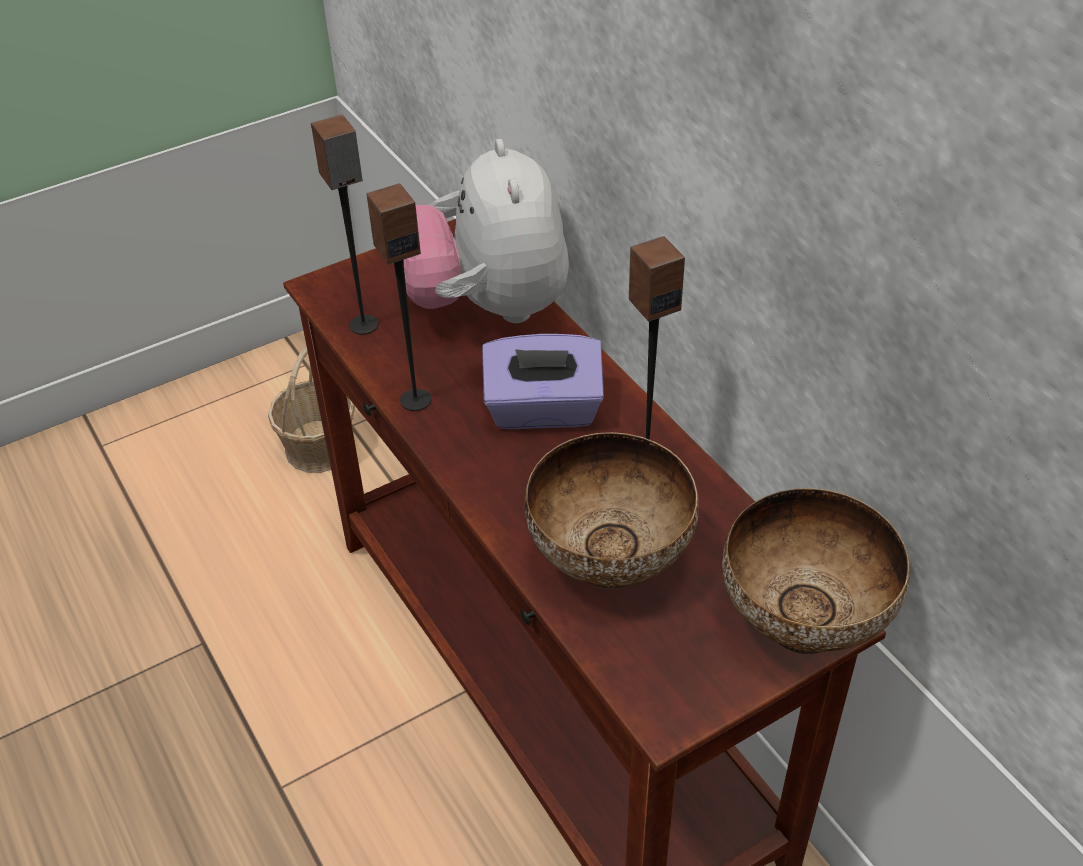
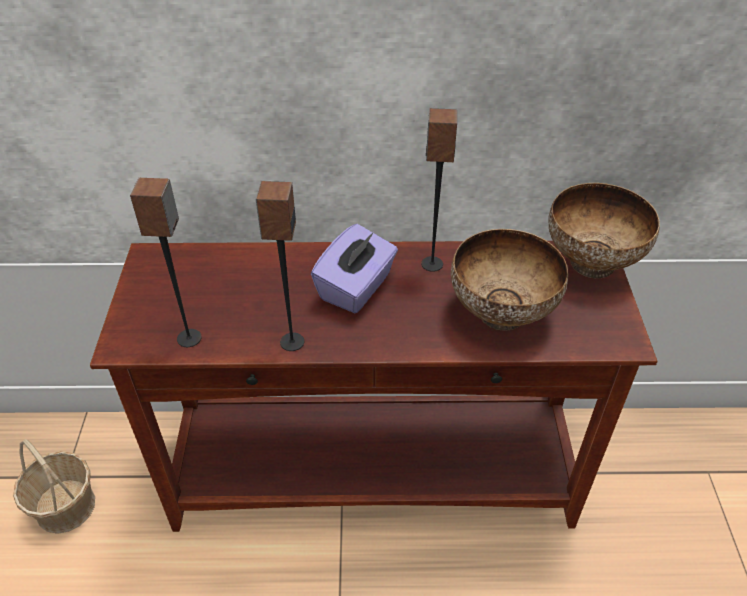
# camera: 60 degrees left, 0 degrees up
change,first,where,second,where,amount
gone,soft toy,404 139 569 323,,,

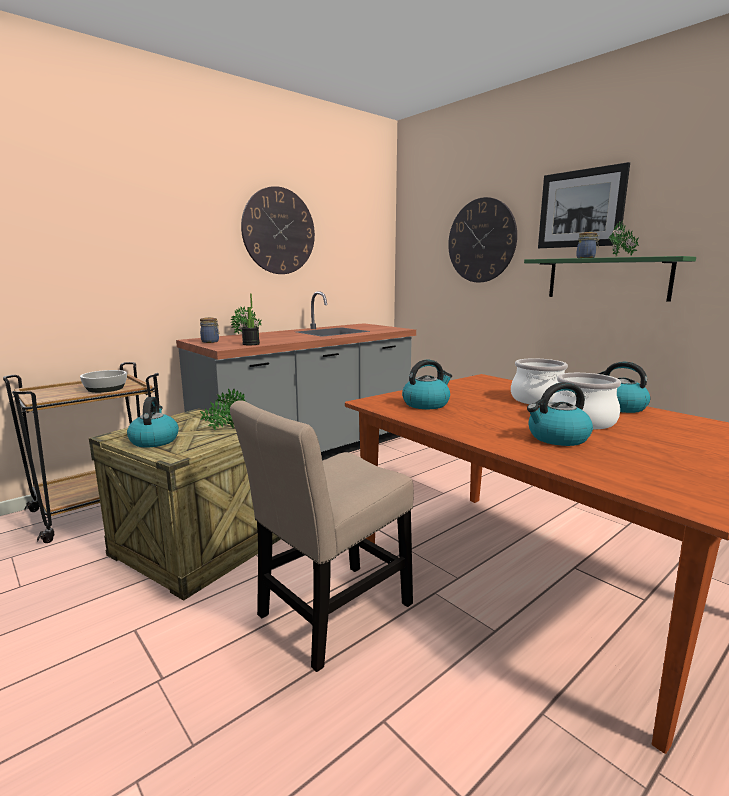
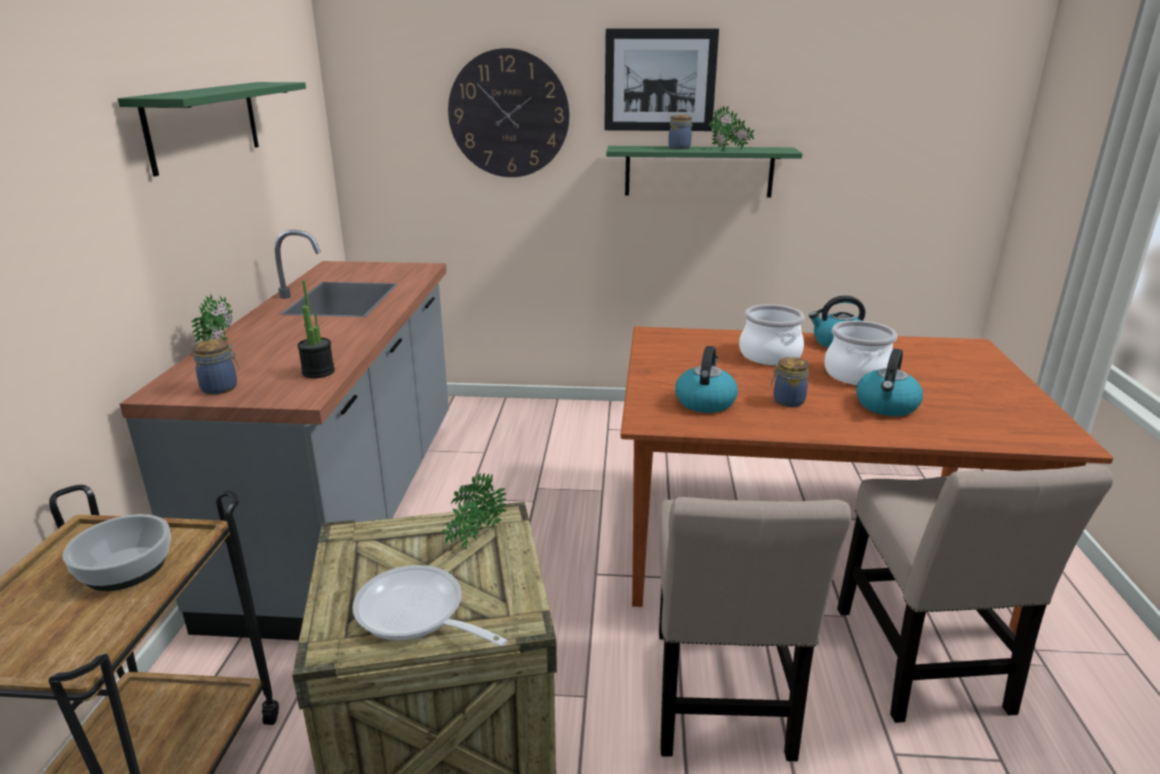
# camera: 45 degrees left, 10 degrees up
change,first,where,second,where,amount
swapped,clock on the wall,241 186 315 274,green wall shelf,118 82 306 176,
swapped,tea kettle,127 397 179 448,frying pan,353 565 507 646,
new,,,jar,771 357 809 407,
new,,,beige chair,837 465 1113 723,

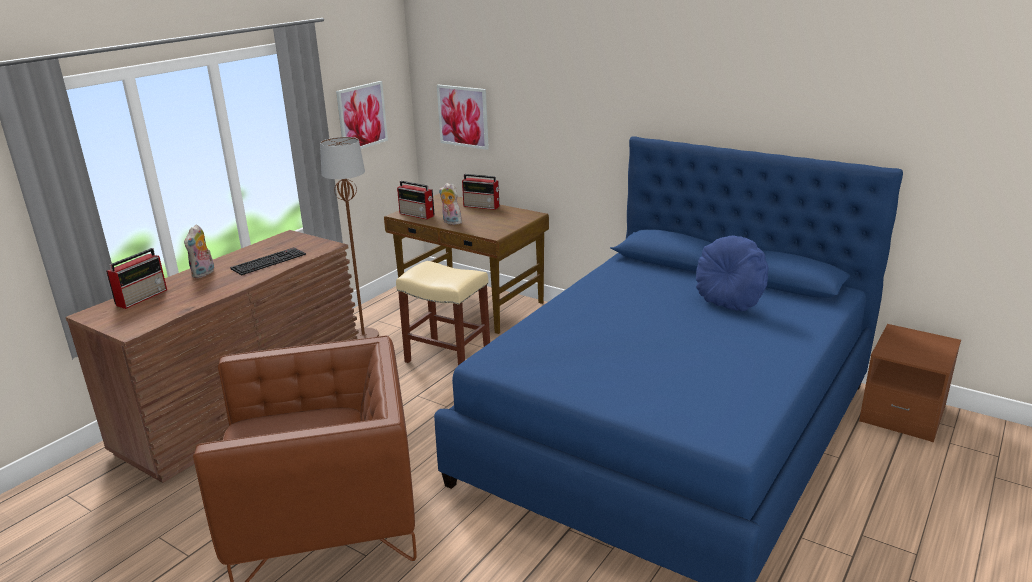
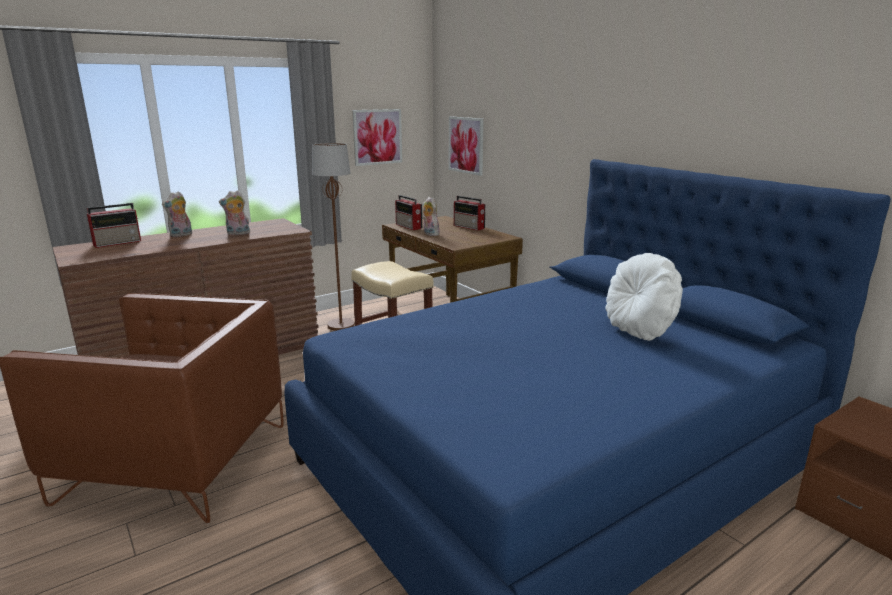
# camera: 20 degrees right, 5 degrees down
change,first,where,second,where,amount
swapped,PC keyboard,230 247 306 275,soft toy,219 190 252 235,
repainted,bluish throw pillow,696 235 768 311,white-coloured throw pillow,605 253 683 341,

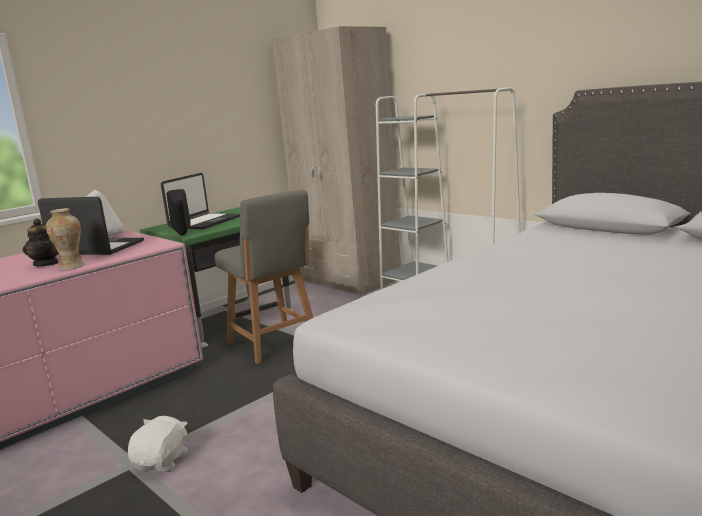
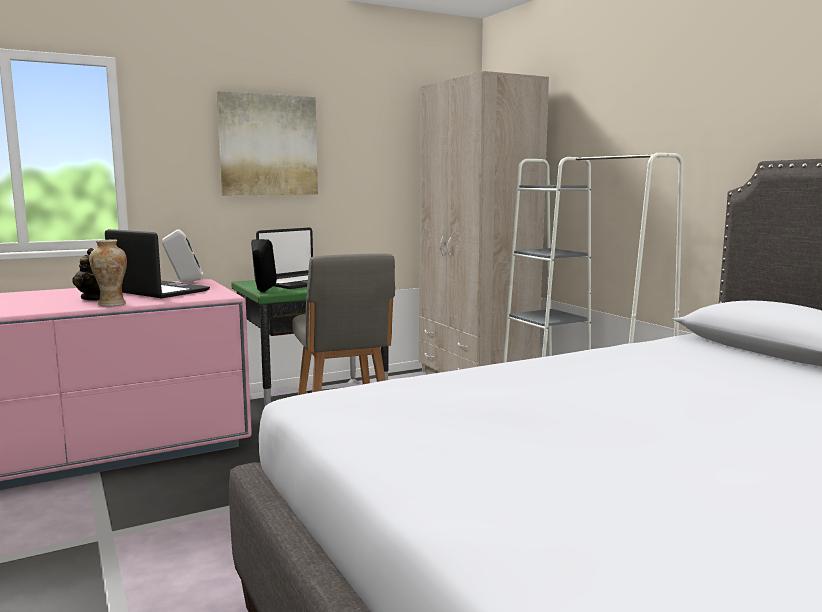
# camera: 15 degrees right, 5 degrees down
change,first,where,second,where,amount
new,,,wall picture,217 91 318 195,
gone,white-coloured soft toy,128 416 188 472,,,

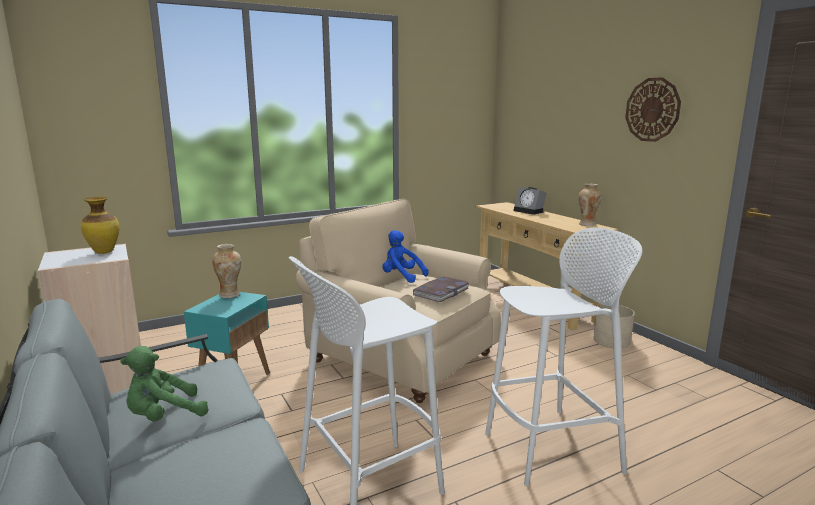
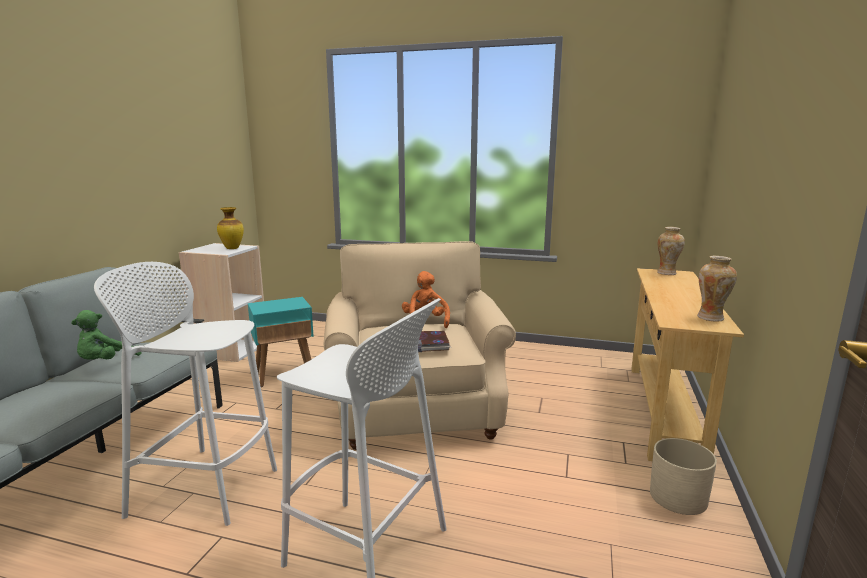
# camera: 45 degrees right, 0 degrees up
change,first,where,second,where,amount
rotated,green soft toy,120 346 209 421,,71 310 142 360,75 degrees counterclockwise
repainted,bluish soft toy,383 230 428 283,orangey soft toy,402 271 450 328,
shifted,vase,212 244 241 298,,657 227 685 275,
gone,table clock,513 187 547 215,,,
gone,clock on the wall,625 77 681 142,,,

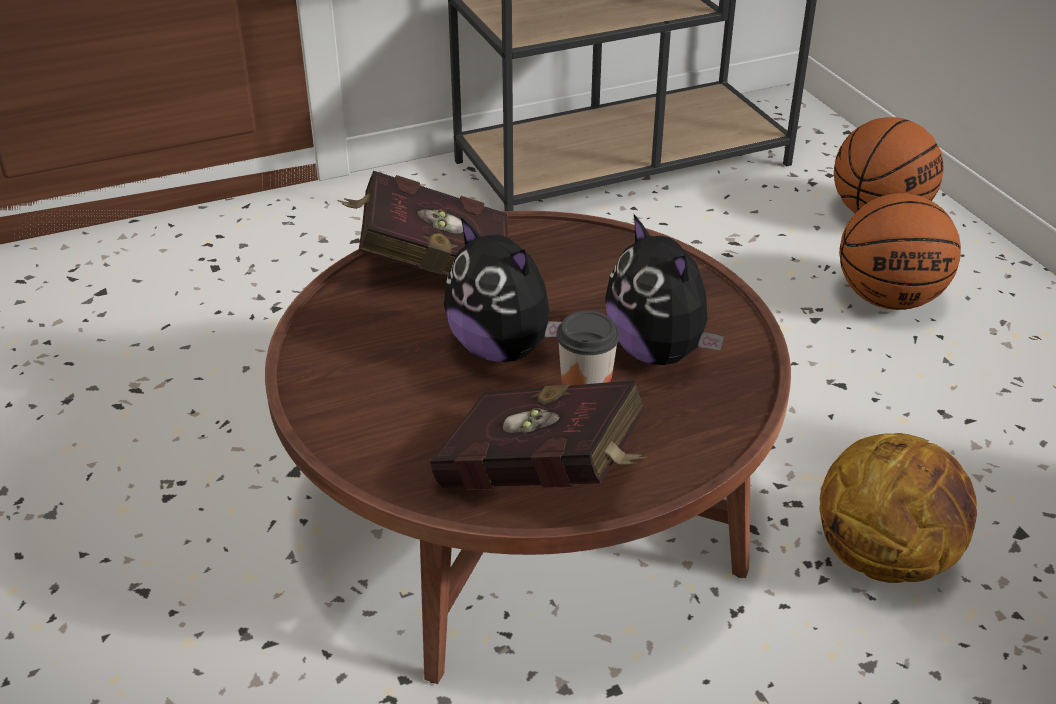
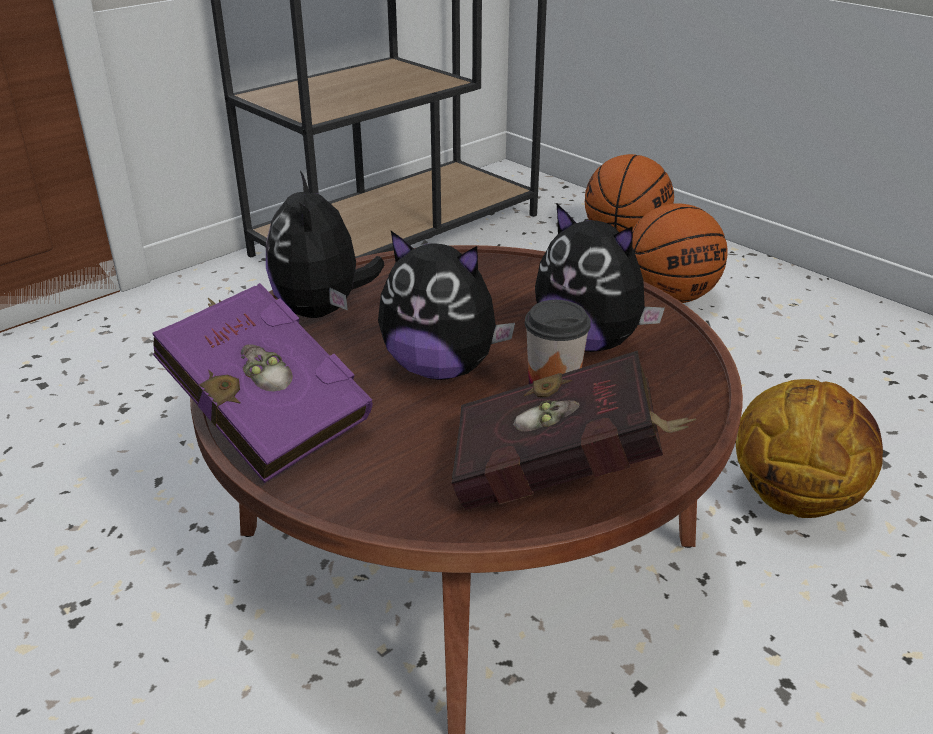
# camera: 20 degrees left, 5 degrees down
change,first,where,second,where,amount
new,,,purple-coloured book,153 283 373 483,
swapped,reddish book,337 171 508 277,soft toy,266 171 384 318,

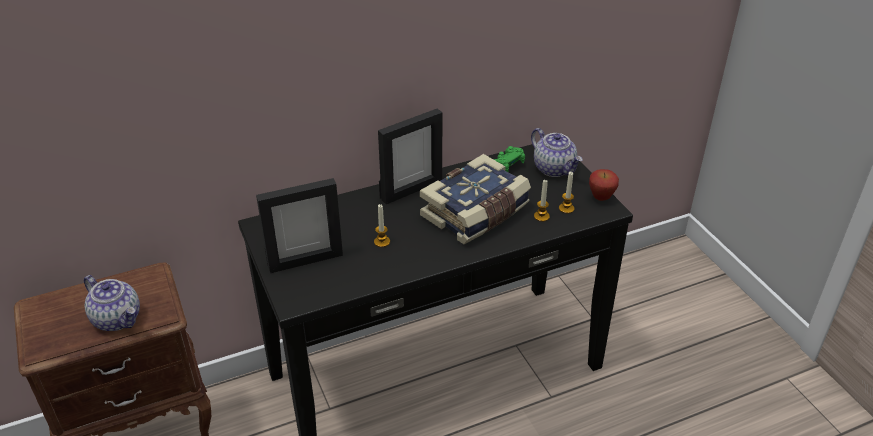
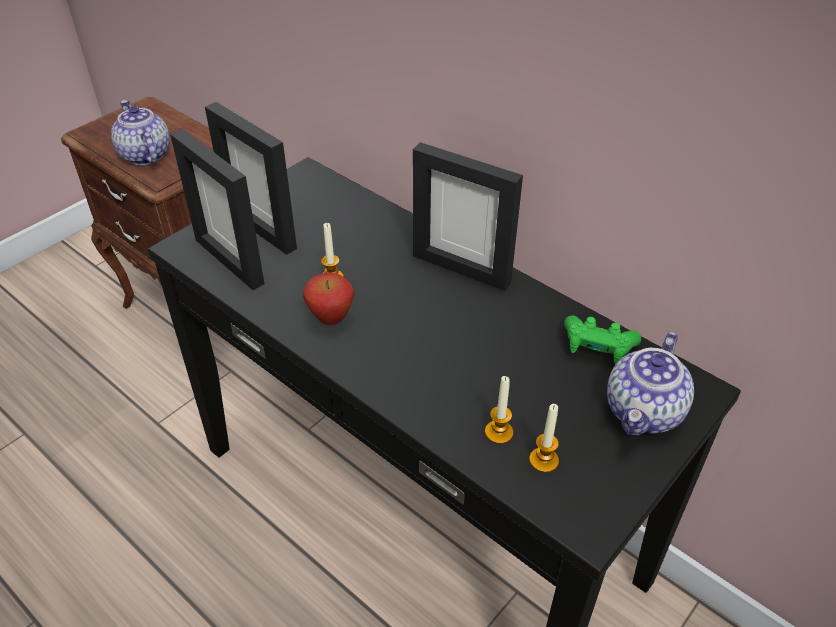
# camera: 65 degrees right, 5 degrees up
change,first,where,second,where,amount
rotated,teapot,84 275 140 331,,111 100 170 165,135 degrees clockwise
new,,,standing frame,170 129 265 290,
shifted,apple fruit,589 169 619 201,,303 273 354 325,
gone,book,420 154 531 244,,,

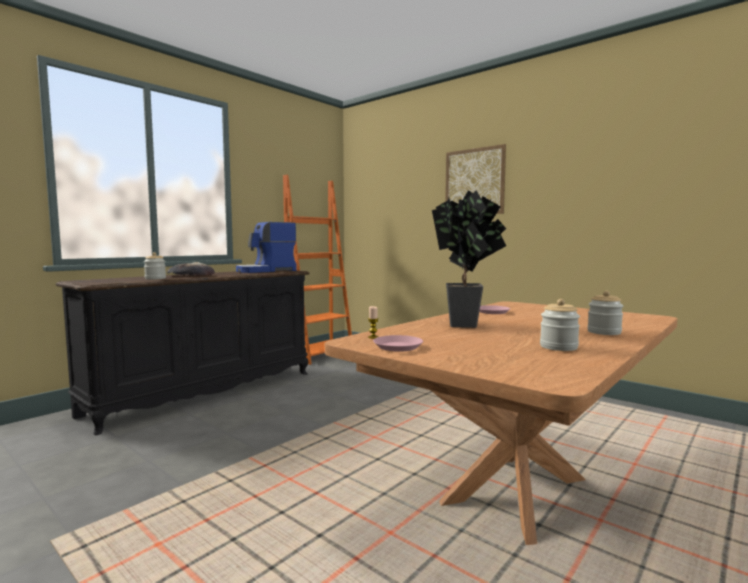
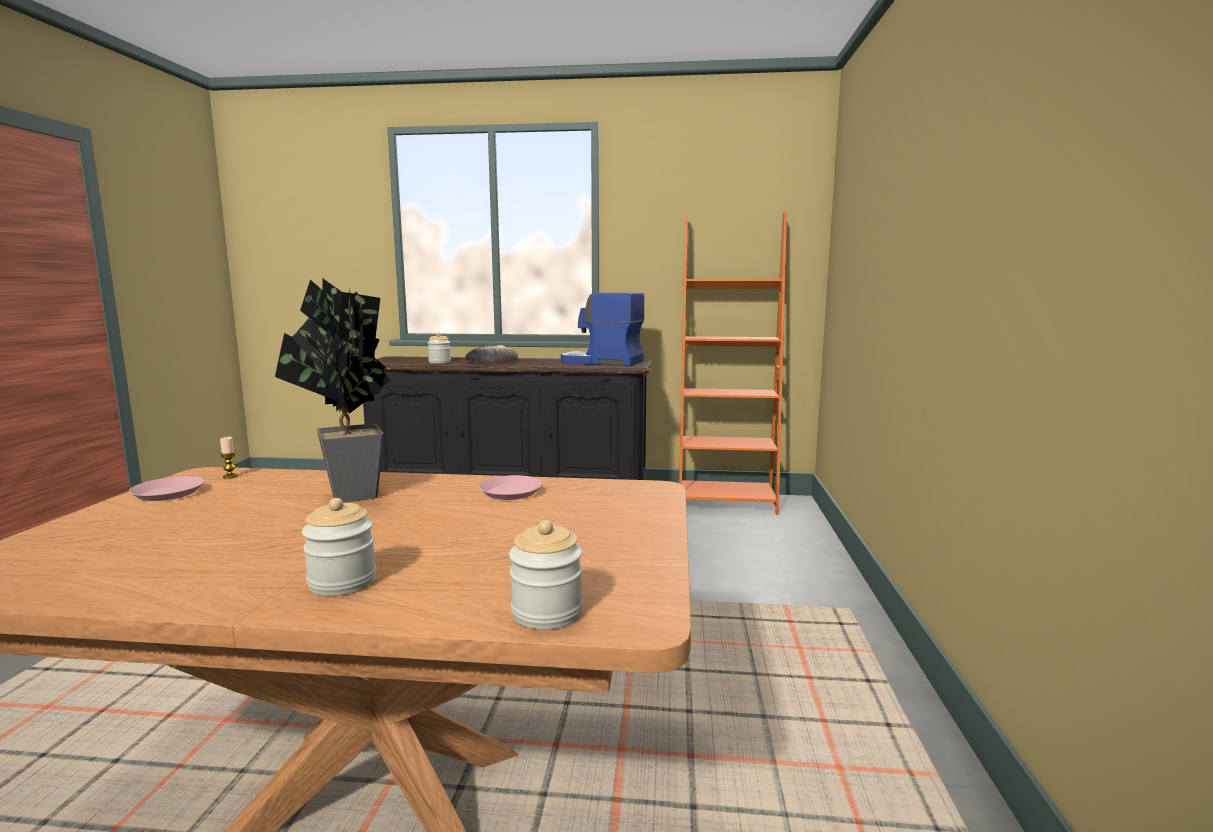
# camera: 55 degrees right, 5 degrees up
change,first,where,second,where,amount
shifted,jar,540 299 580 351,,509 520 583 629,
gone,wall picture,445 144 506 214,,,

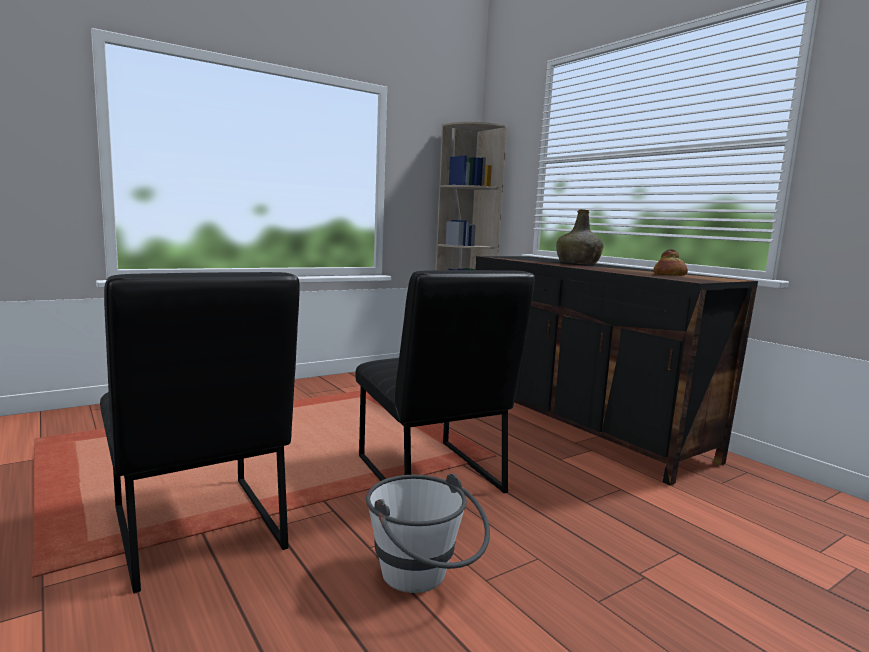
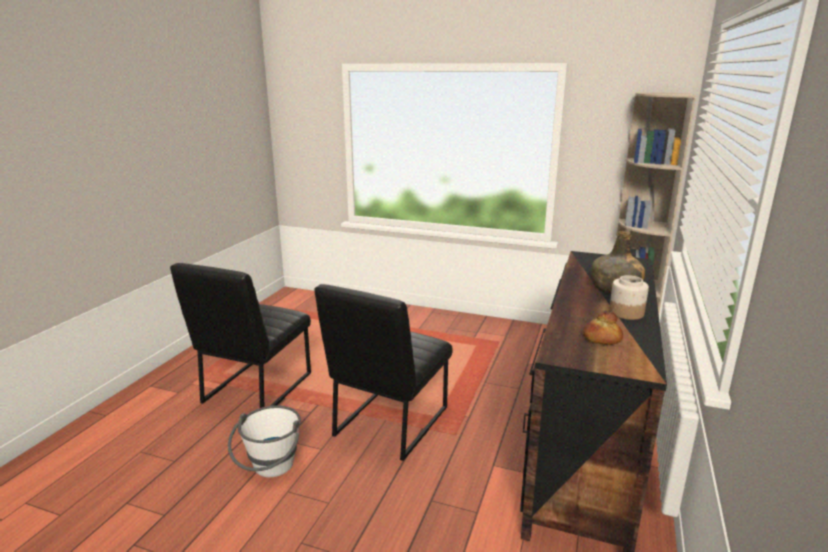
# camera: 55 degrees right, 10 degrees up
change,first,where,second,where,amount
new,,,jar,609 275 649 320,

